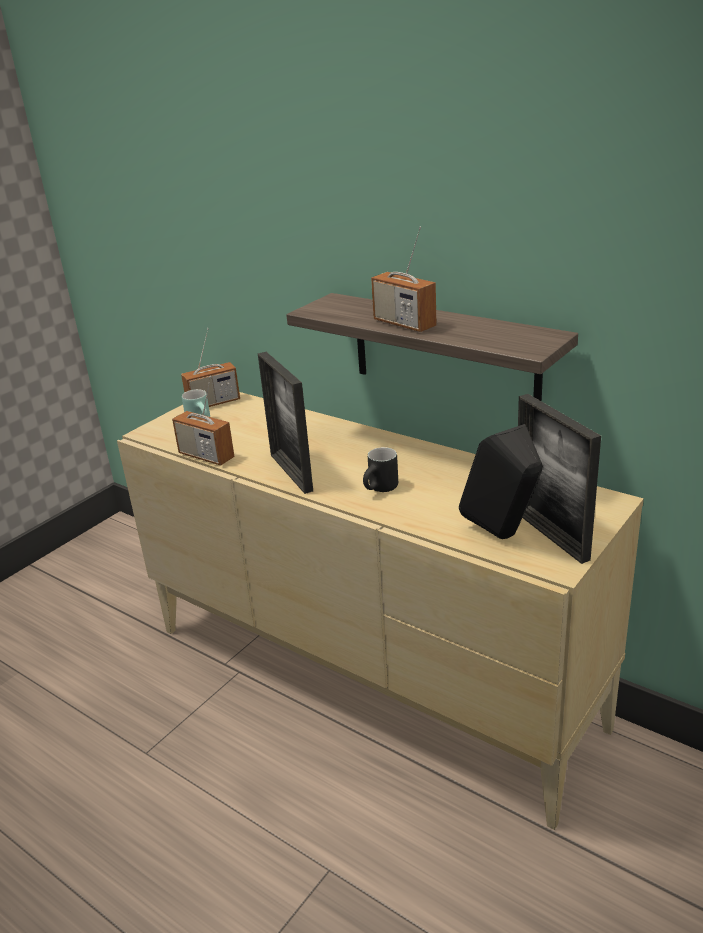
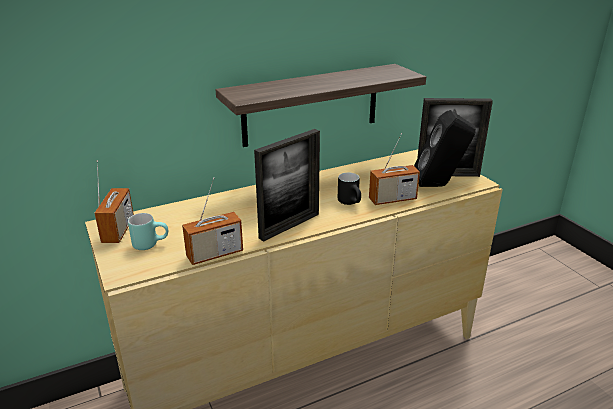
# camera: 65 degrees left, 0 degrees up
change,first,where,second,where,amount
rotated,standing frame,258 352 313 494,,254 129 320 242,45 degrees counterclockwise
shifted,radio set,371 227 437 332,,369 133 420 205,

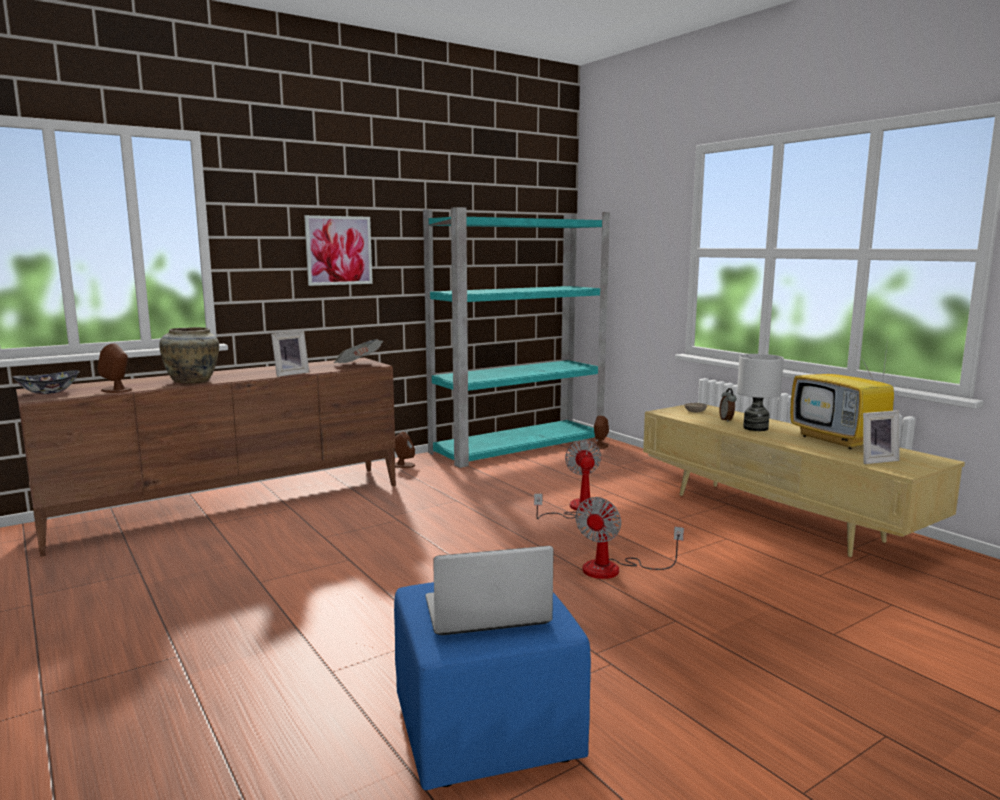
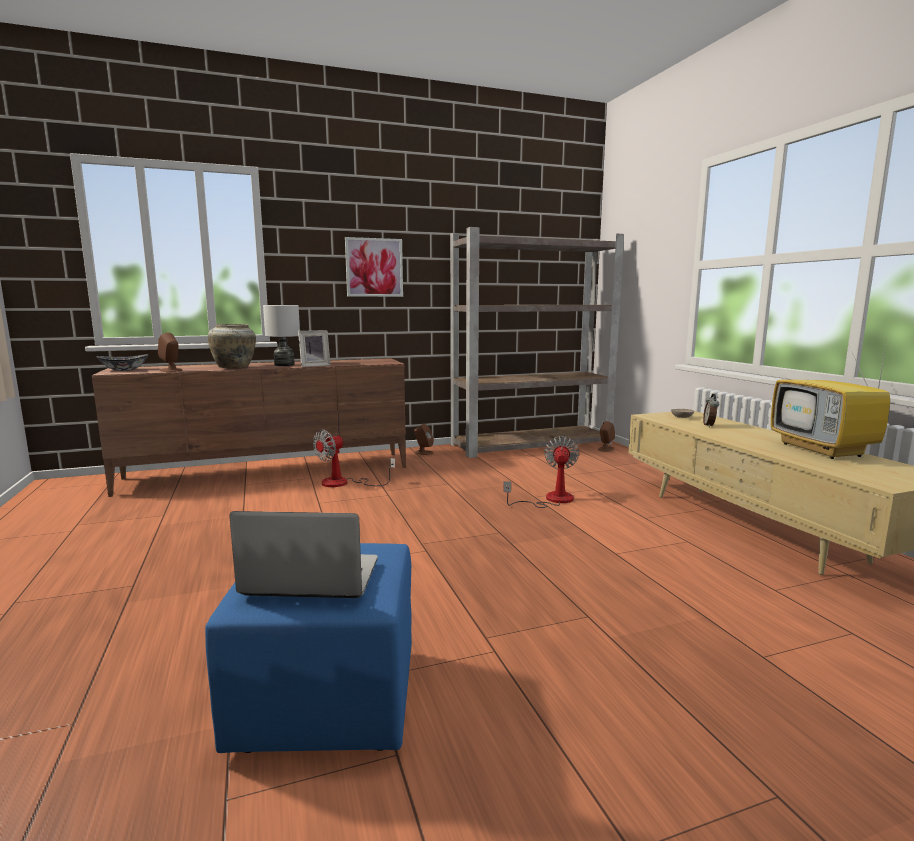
# camera: 15 degrees right, 0 degrees up
change,first,where,second,where,amount
shifted,greyish lamp for a table,737 354 784 431,,263 305 300 366,
shifted,fan,575 497 684 579,,313 429 396 487,
repainted,turquoise-coloured bookshelf,423 207 610 468,brown bookshelf,450 227 624 458,
gone,daily paper,333 339 383 363,,,
gone,standing frame,863 410 900 464,,,

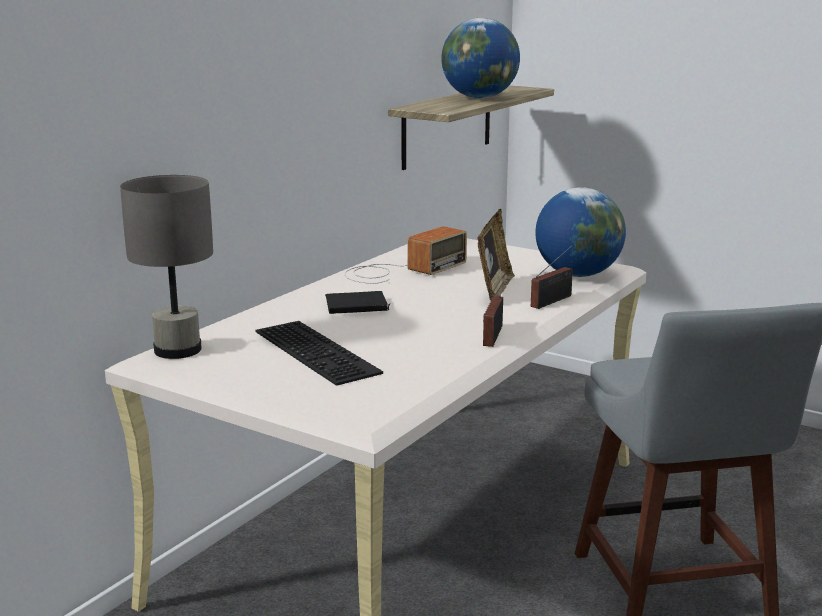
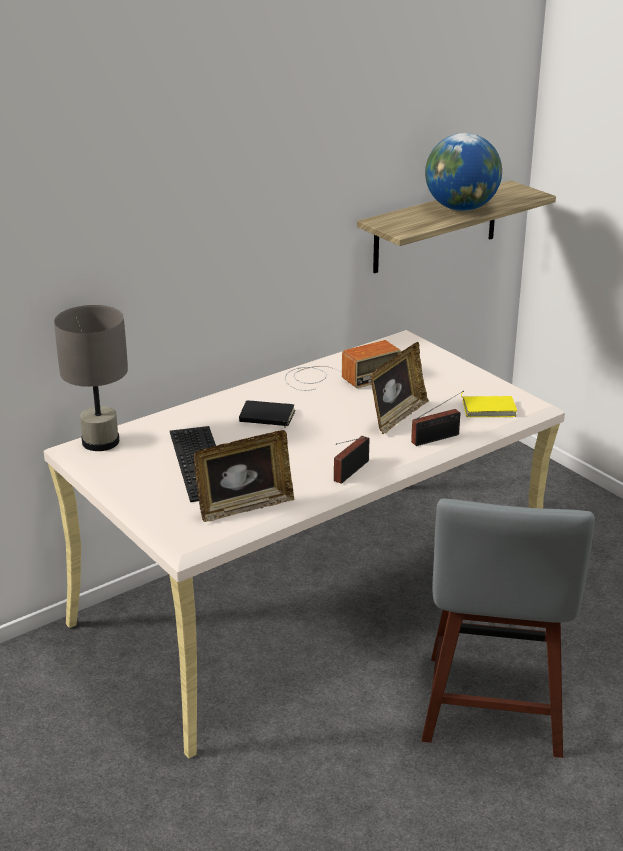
# camera: 20 degrees right, 10 degrees up
change,first,where,second,where,amount
new,,,standing frame,194 430 294 522,
swapped,desk globe,535 187 626 277,yellow-coloured book,461 392 517 417,

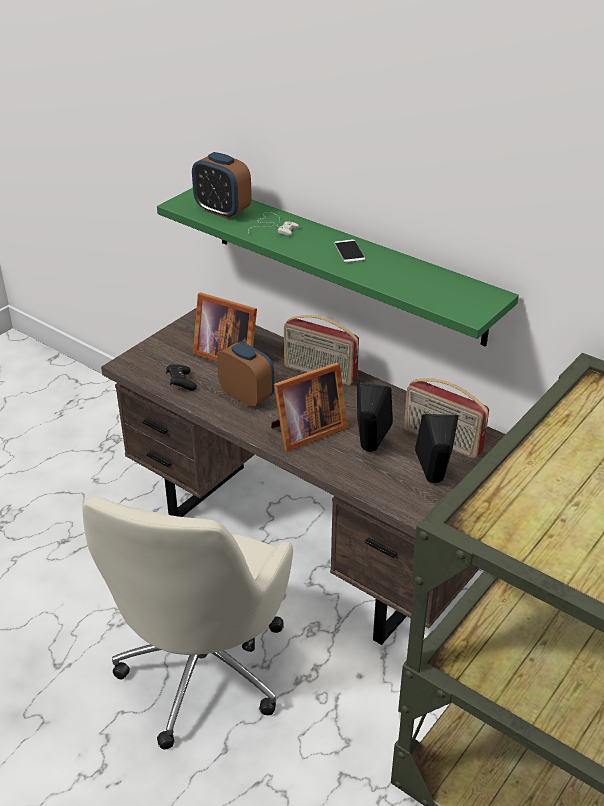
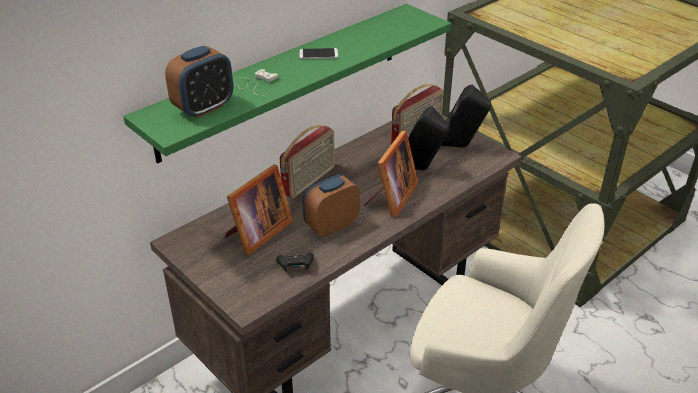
# camera: 80 degrees left, 0 degrees up
change,first,where,second,where,amount
rotated,standing frame,271 362 348 451,,364 131 418 217,45 degrees clockwise

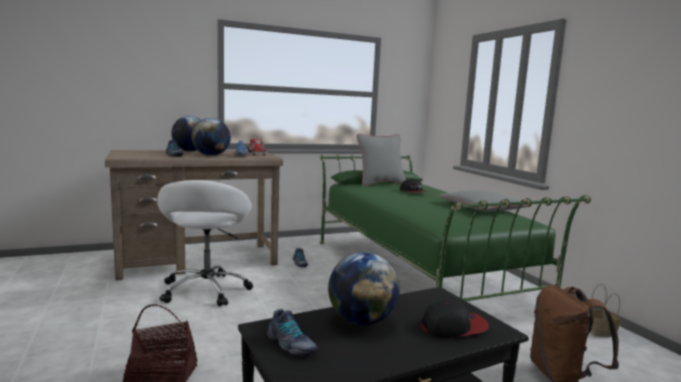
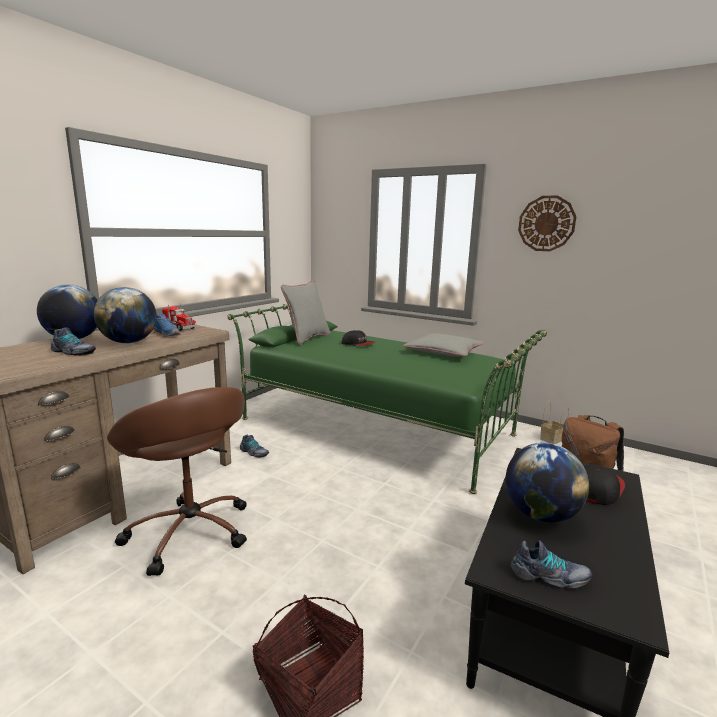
# camera: 35 degrees left, 5 degrees up
change,first,where,second,where,amount
repainted,white-coloured office chair,157 180 253 306,brown office chair,107 387 247 576,
new,,,clock on the wall,518 196 577 251,

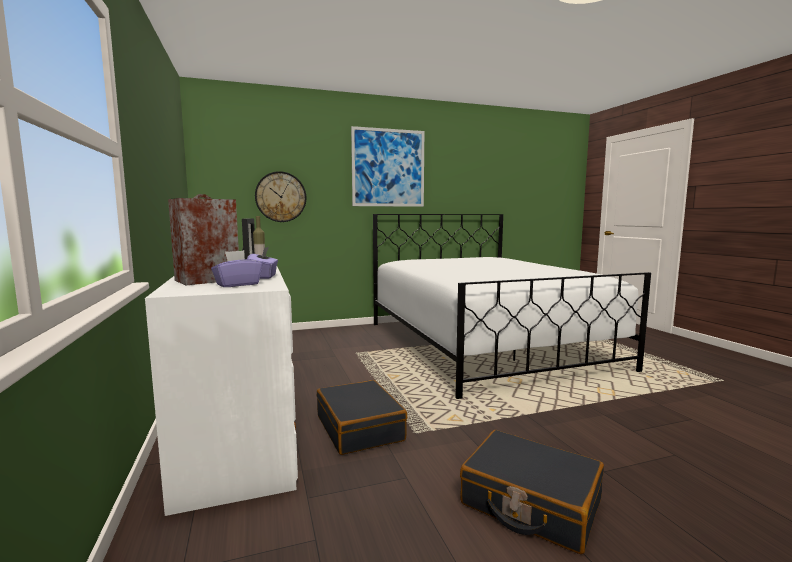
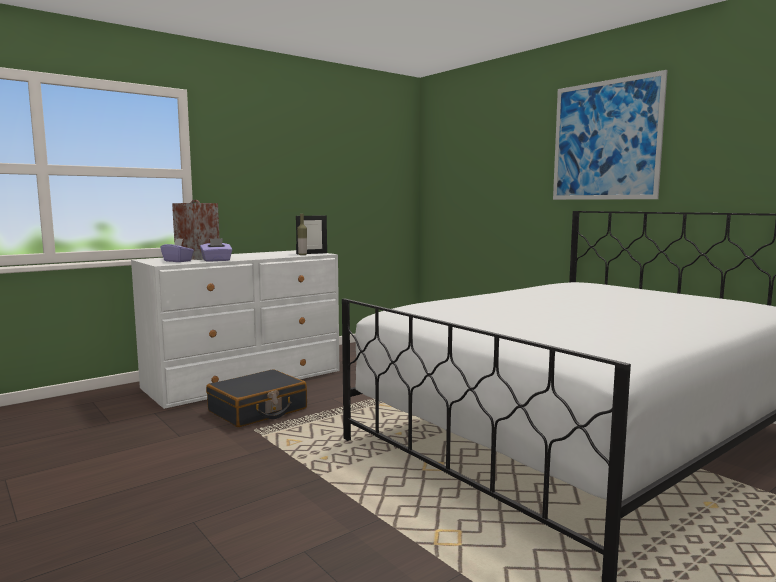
# camera: 70 degrees right, 0 degrees up
change,first,where,second,where,amount
gone,clock on the wall,255 171 306 222,,,
gone,blackish travel case,460 430 604 554,,,

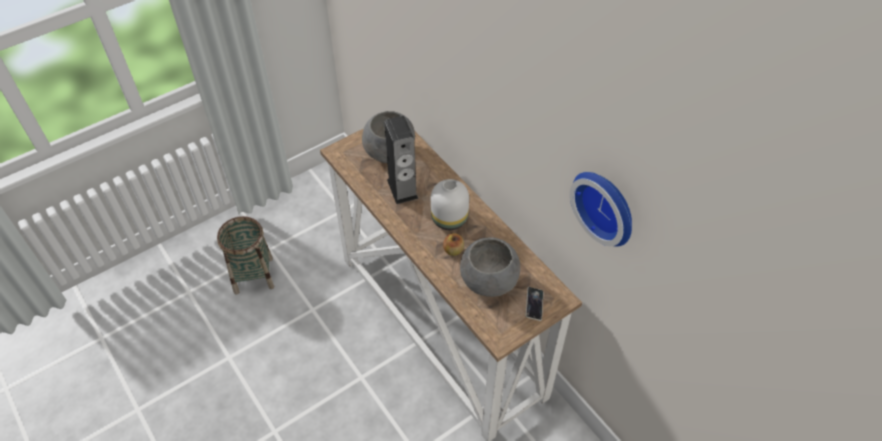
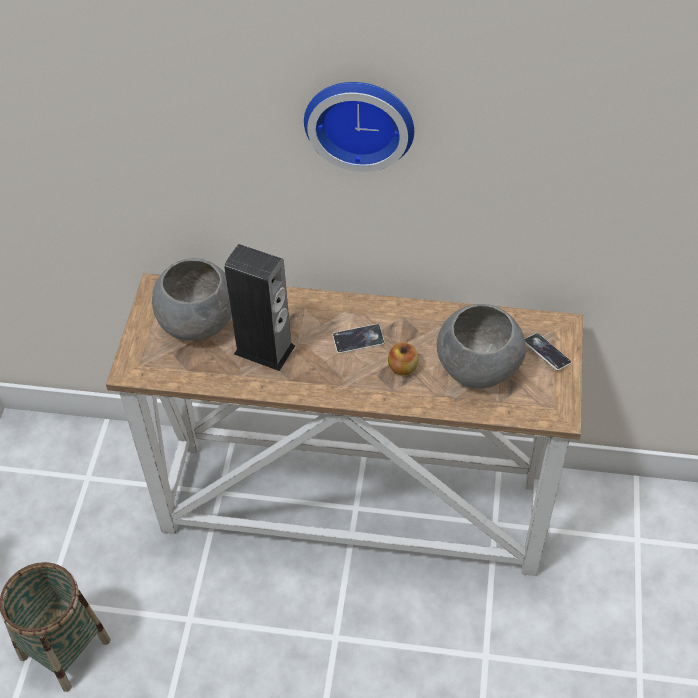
# camera: 45 degrees left, 0 degrees up
change,first,where,second,where,amount
shifted,clock on the wall,570 172 632 247,,304 82 414 172,
swapped,white-coloured vase,431 179 469 230,phone,332 324 385 354,

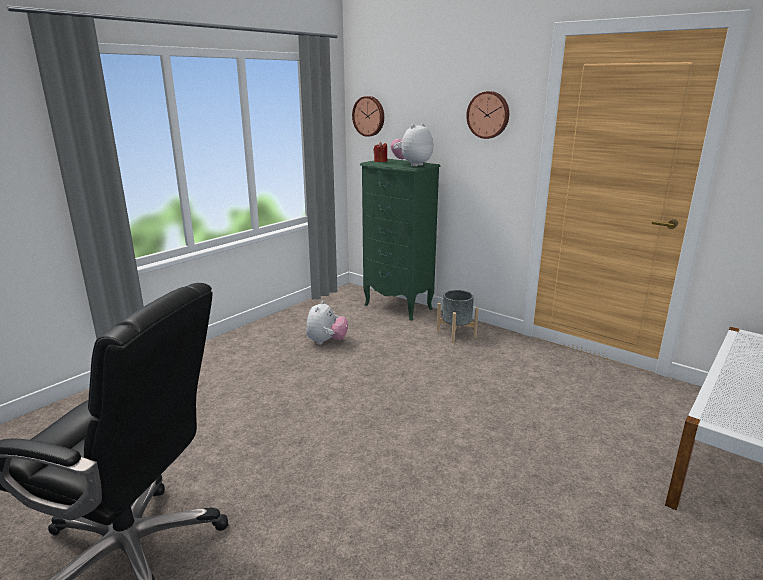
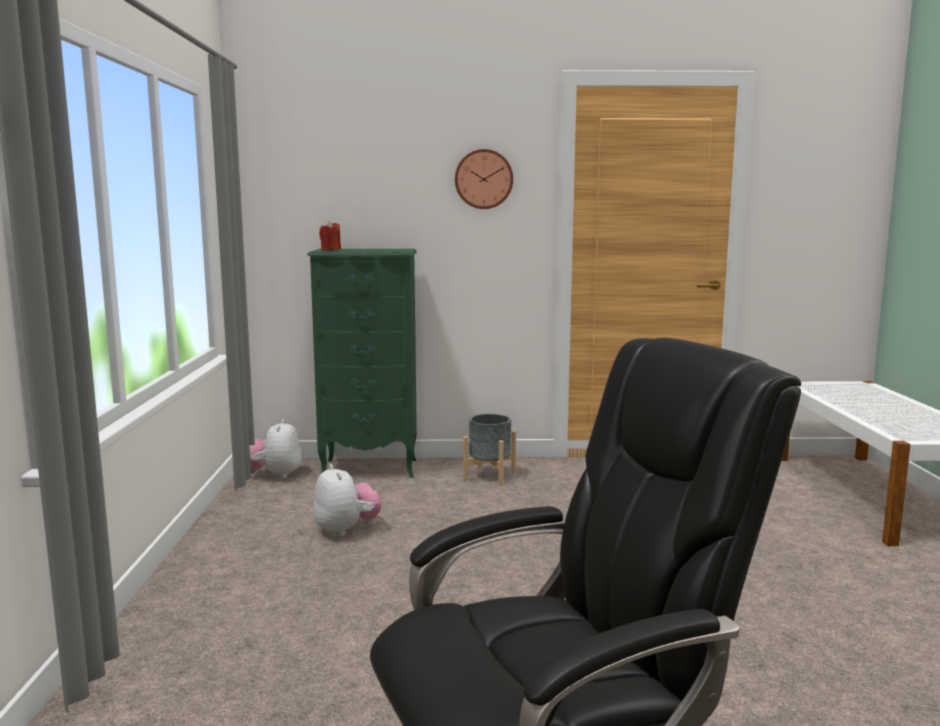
# camera: 40 degrees left, 10 degrees down
change,first,where,second,where,amount
shifted,soft toy,391 123 433 167,,249 419 302 479,
gone,clock on the wall,352 96 384 137,,,

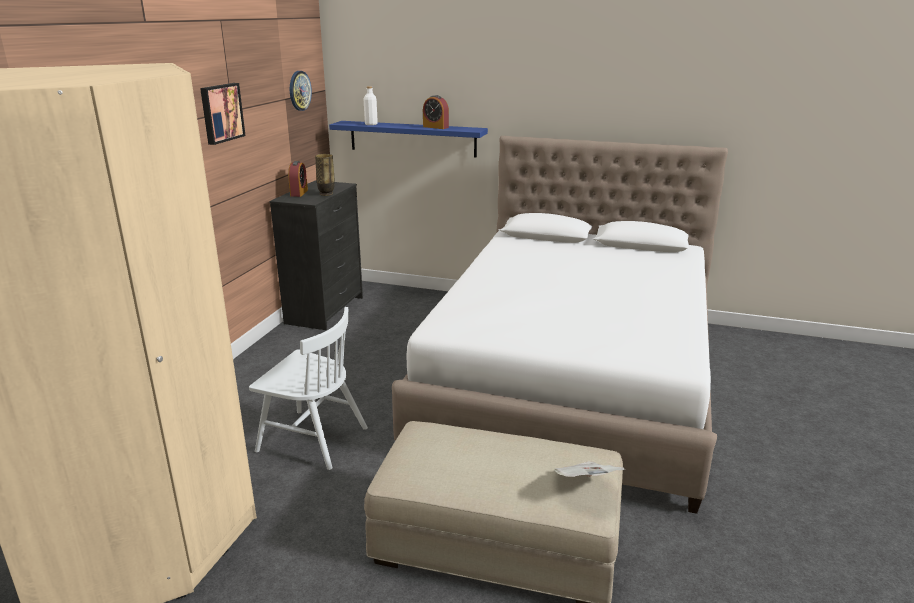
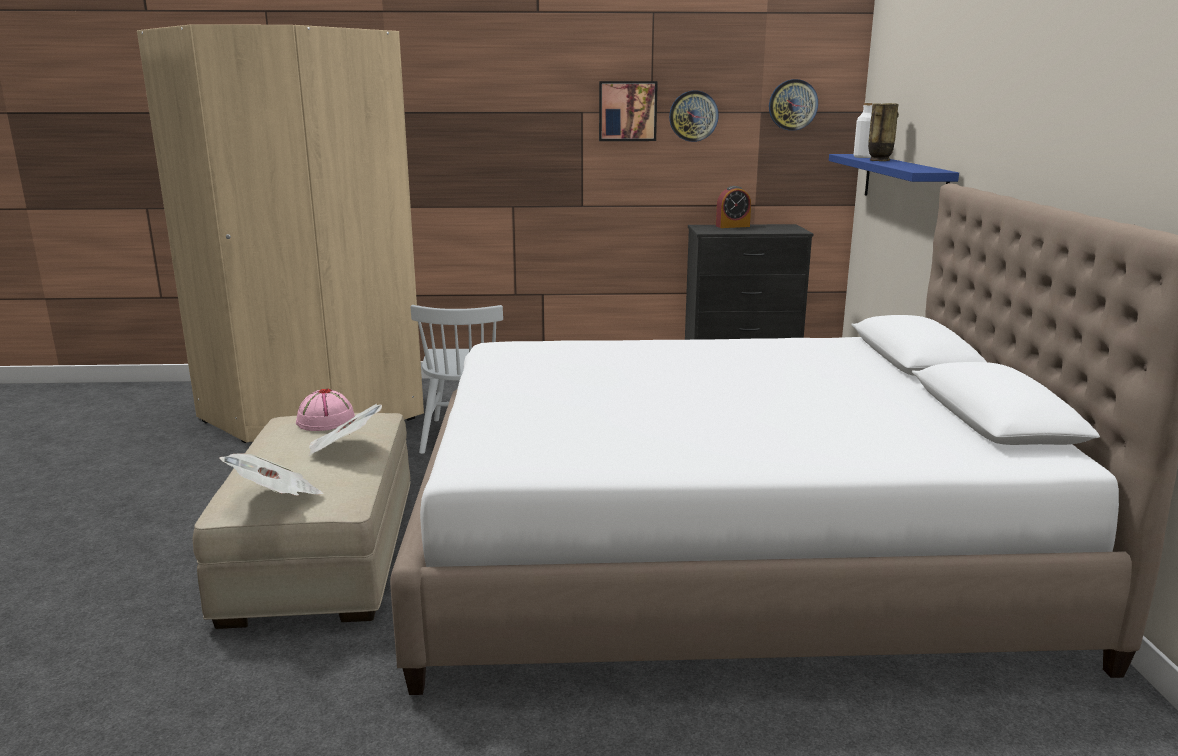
# camera: 70 degrees right, 5 degrees down
change,first,where,second,where,amount
new,,,pinkish hat,296 389 355 431,
new,,,daily paper,309 404 382 456,
new,,,clock on the wall,669 91 719 142,
shifted,vase,315 154 335 196,,868 103 899 161,
gone,table clock,423 95 449 129,,,

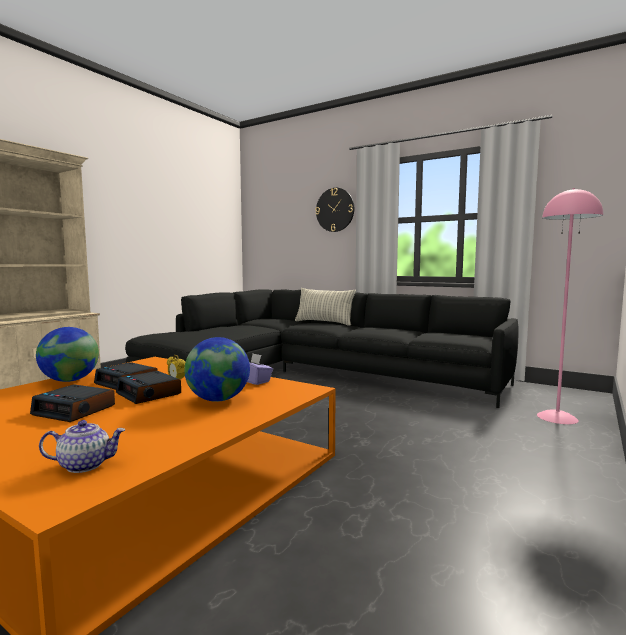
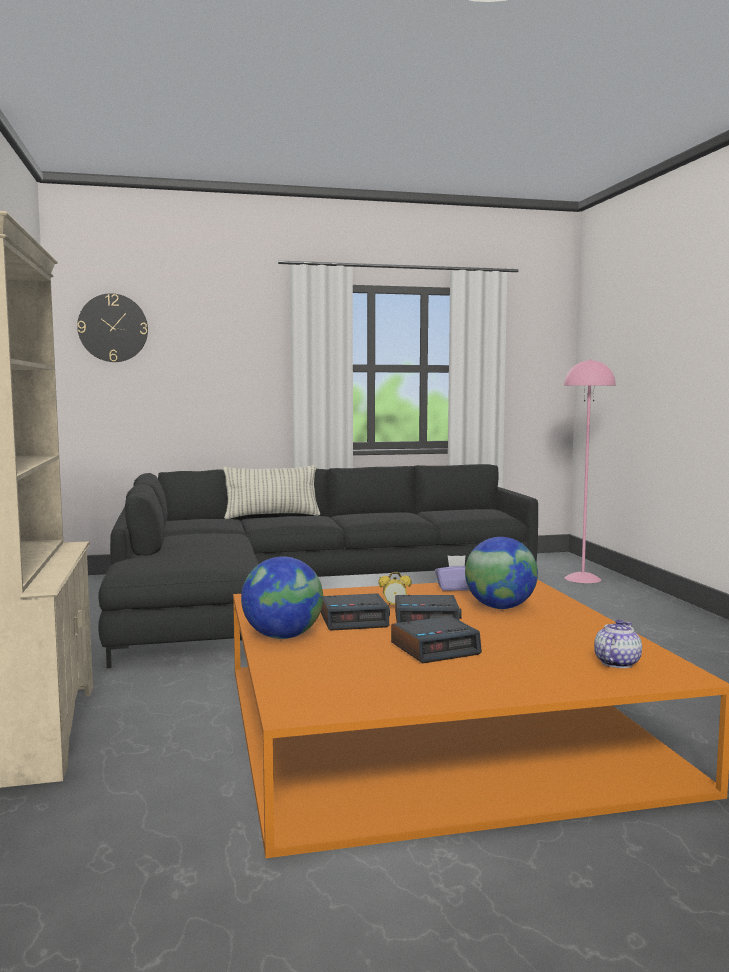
# camera: 45 degrees left, 0 degrees up
change,first,where,second,where,amount
shifted,clock on the wall,315 188 354 232,,77 293 148 362,

